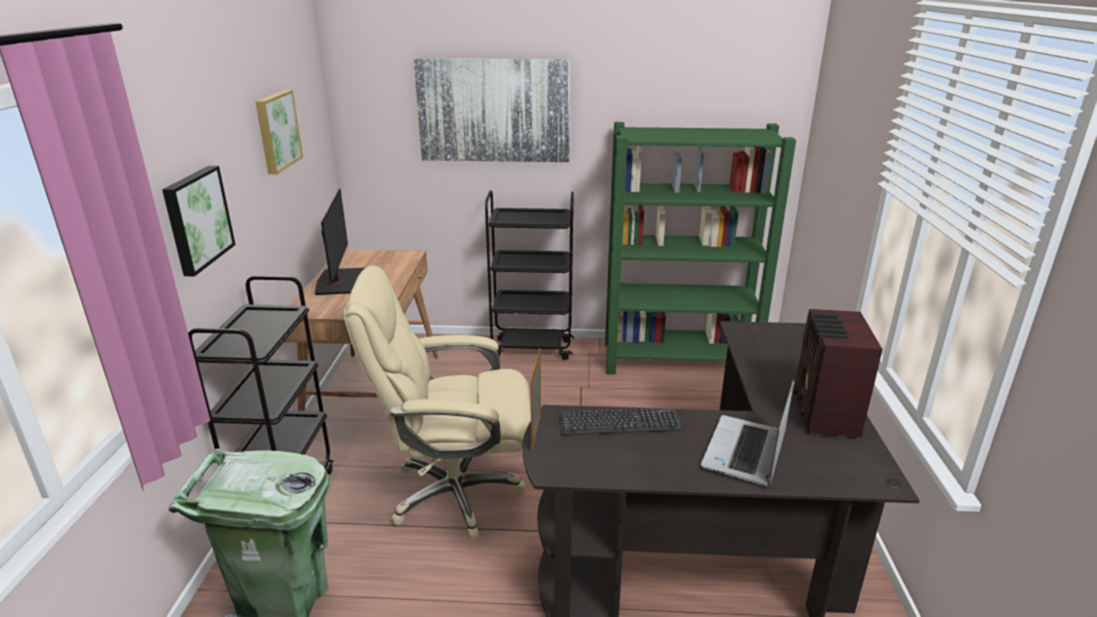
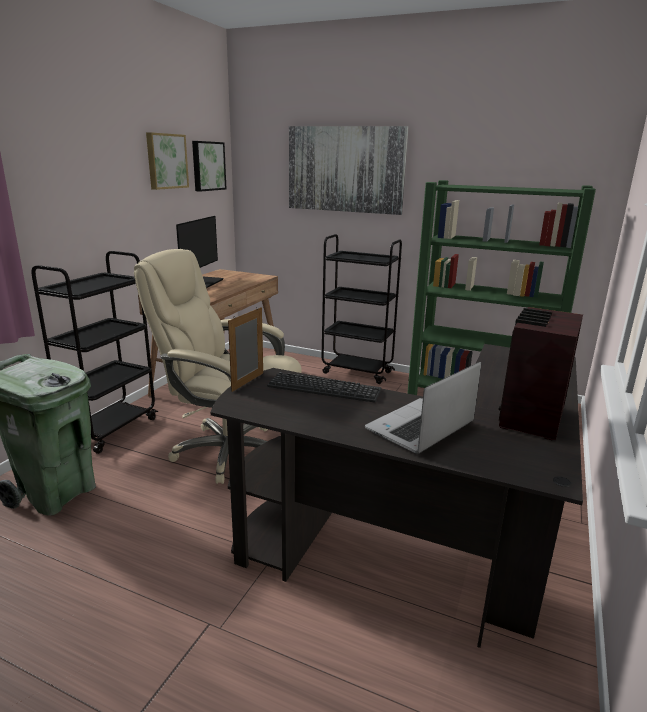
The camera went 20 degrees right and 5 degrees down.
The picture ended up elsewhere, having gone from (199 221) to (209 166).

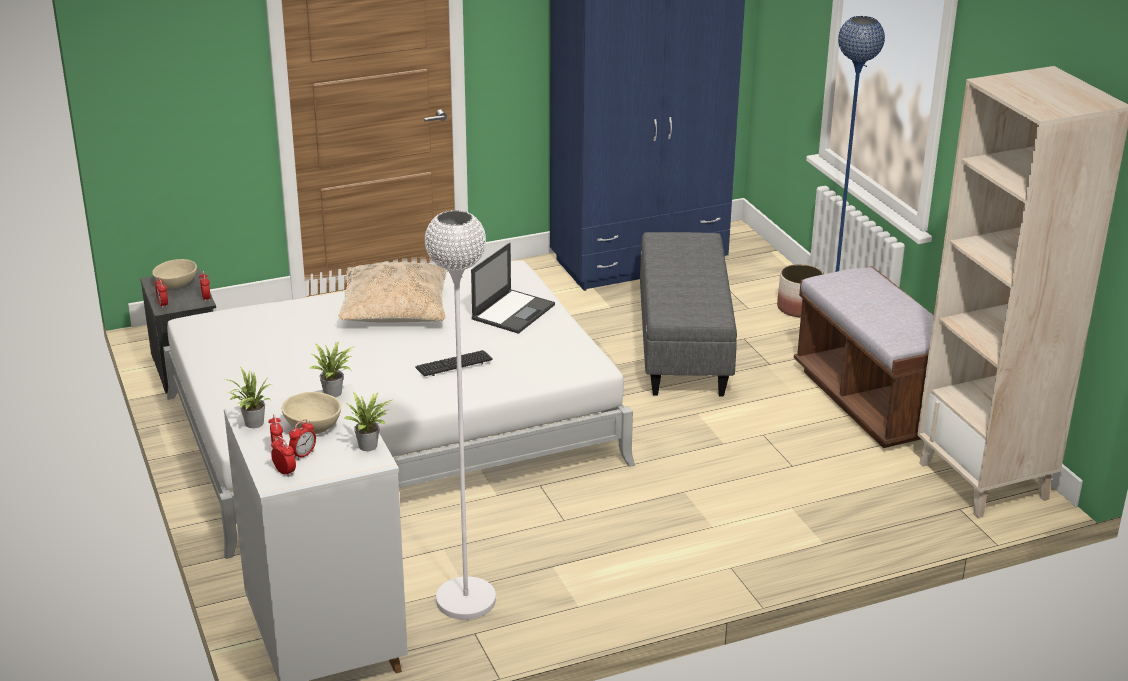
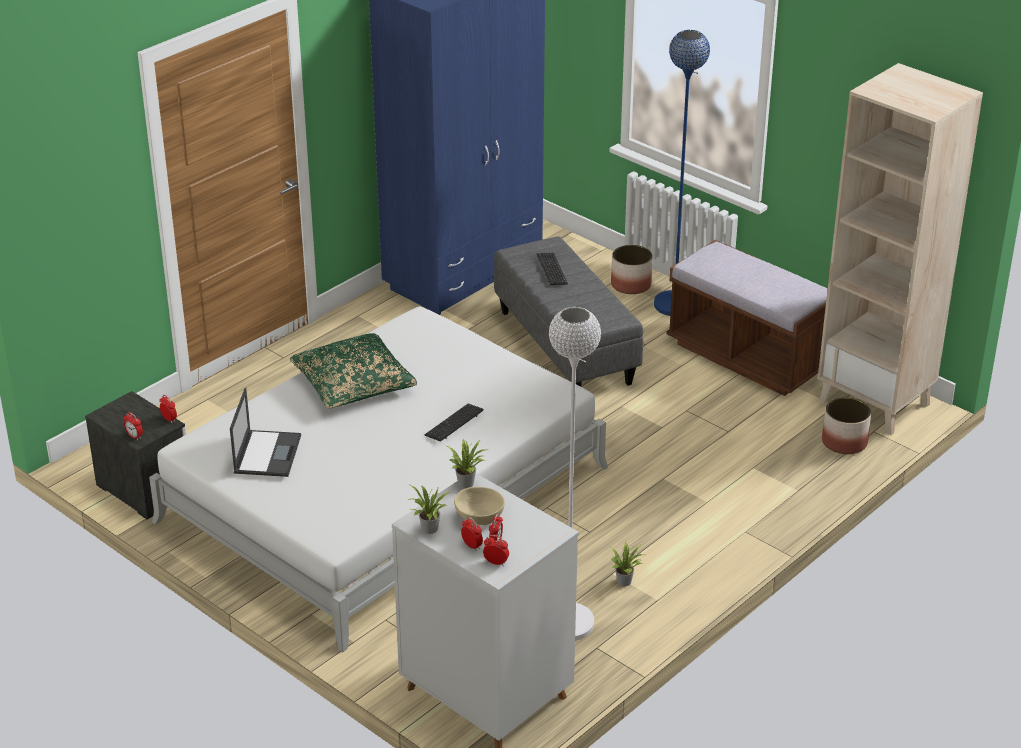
The camera went 25 degrees left and 5 degrees up.
The second view lost the beige deep dish at (174 273).
The second view gained the computer keyboard at (552 269).
The second view gained the plant pot at (846 425).
The houseplant ended up elsewhere, having gone from (368 421) to (627 564).
The portable computer ended up elsewhere, having gone from (513 288) to (265 432).
What was the beige cushion at (392 292) turned into the green-coloured cushion at (353 371).

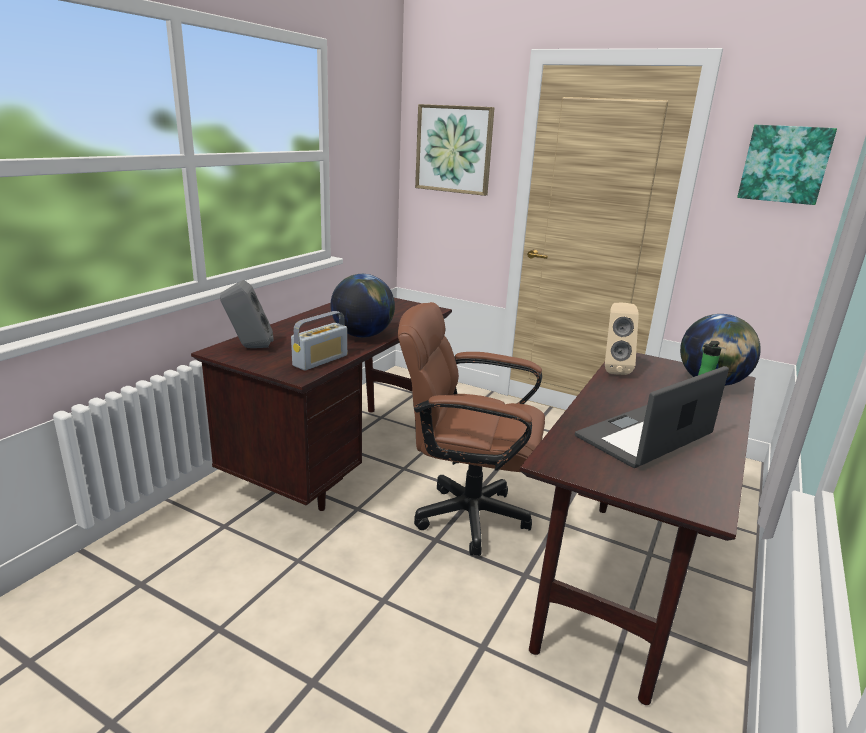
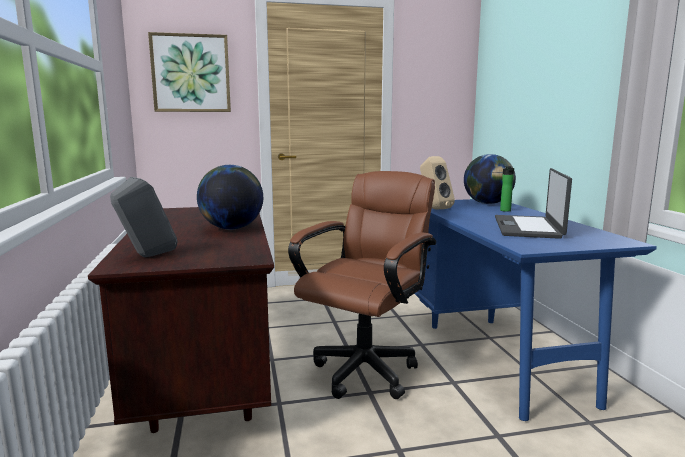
The camera went 40 degrees left and 10 degrees down.
The second view lost the radio at (319 340).
The second view lost the picture at (787 165).
What was the brown desk table at (637 529) turned into the bluish desk table at (536 310).
The brown office chair at (471 429) ended up facing another way, 150 degrees clockwise from before.

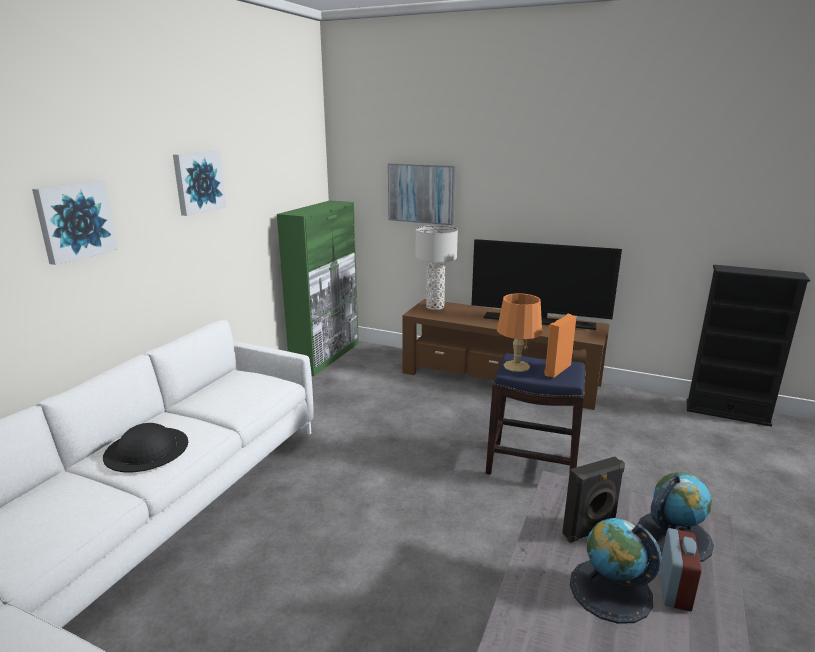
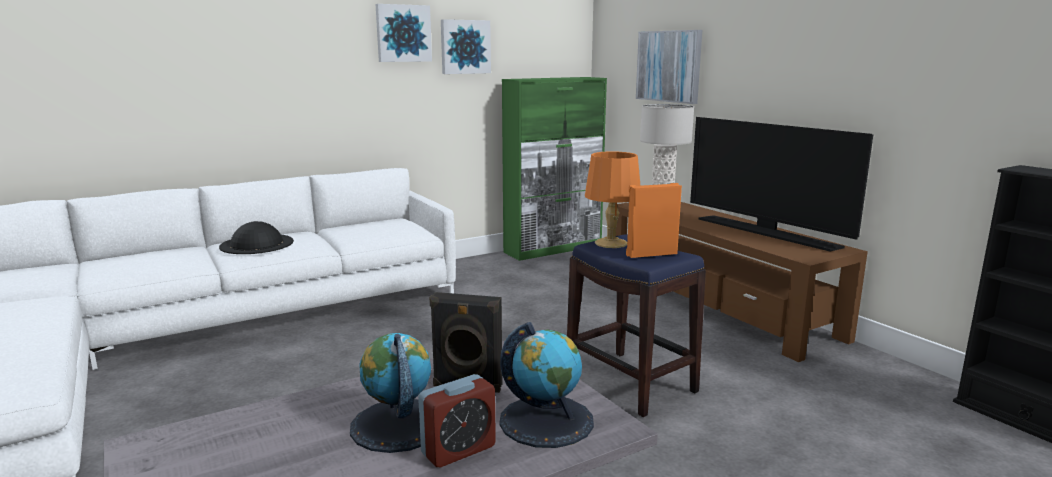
The camera went 35 degrees right and 5 degrees down.
The picture ended up elsewhere, having gone from (75 223) to (466 46).

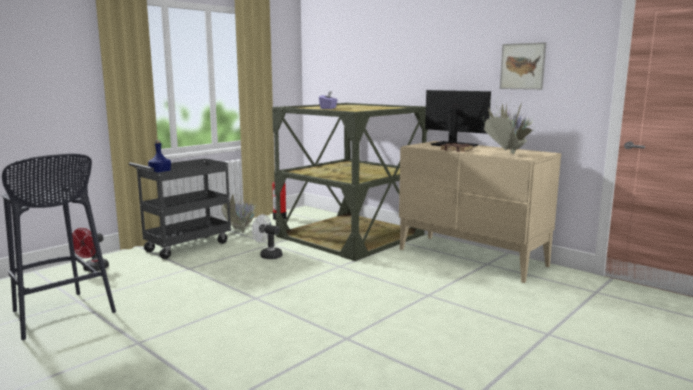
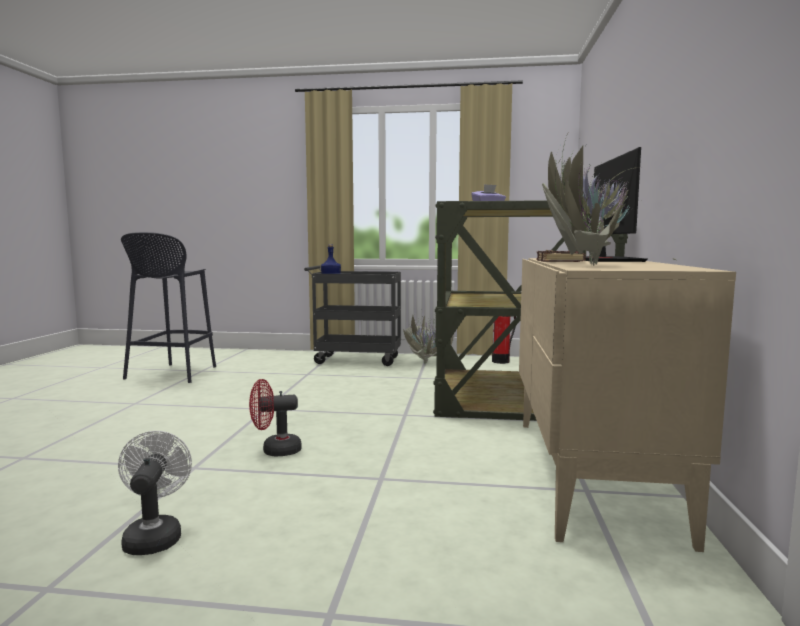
The camera went 55 degrees right and 5 degrees down.
The second view lost the picture at (523 66).
The red fan ended up elsewhere, having gone from (90 249) to (275 418).
The whitish fan ended up elsewhere, having gone from (267 236) to (155 493).

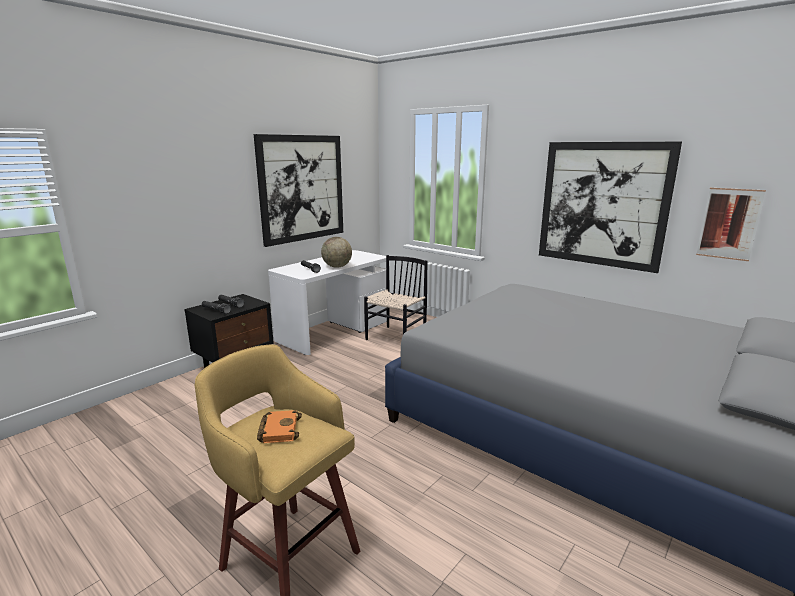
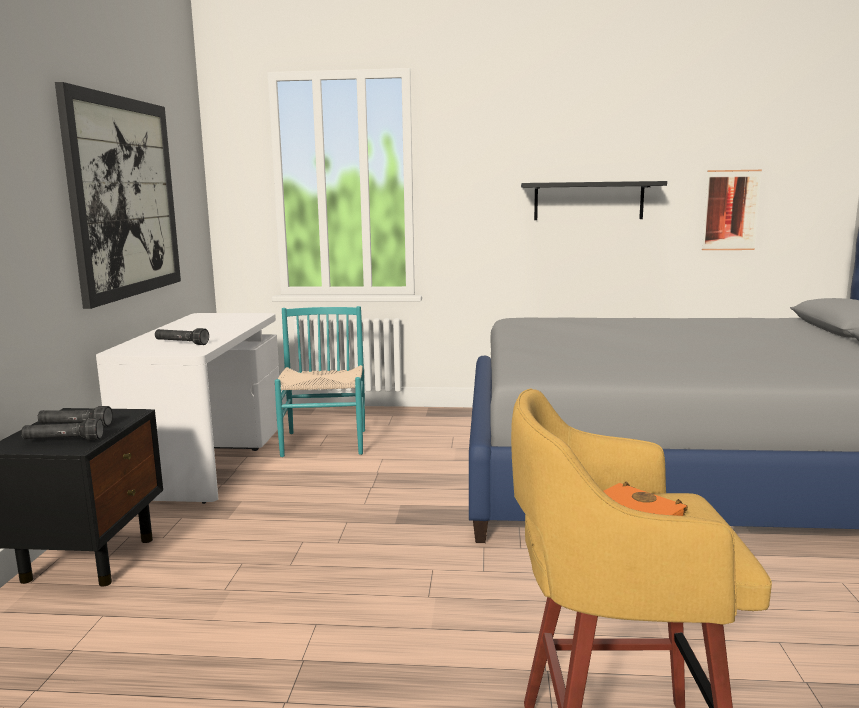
The camera went 35 degrees left and 5 degrees down.
The second view lost the globe at (336 252).
Where the picture hung at (610 207), the black-coloured wall shelf came to hang at (594 200).
What was the black-coloured plain chair at (395 297) turned into the turquoise-coloured plain chair at (320 381).

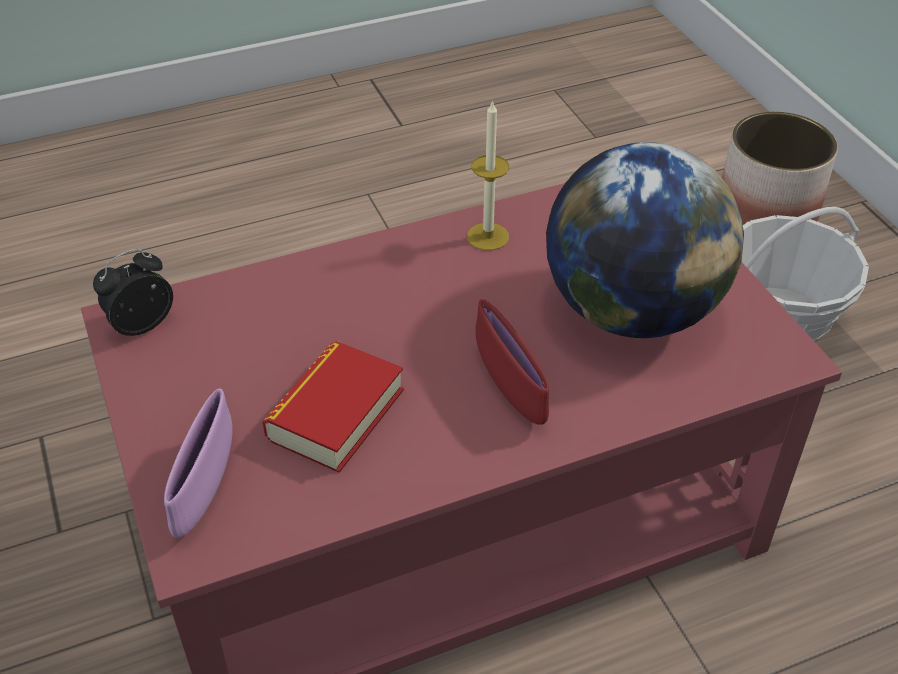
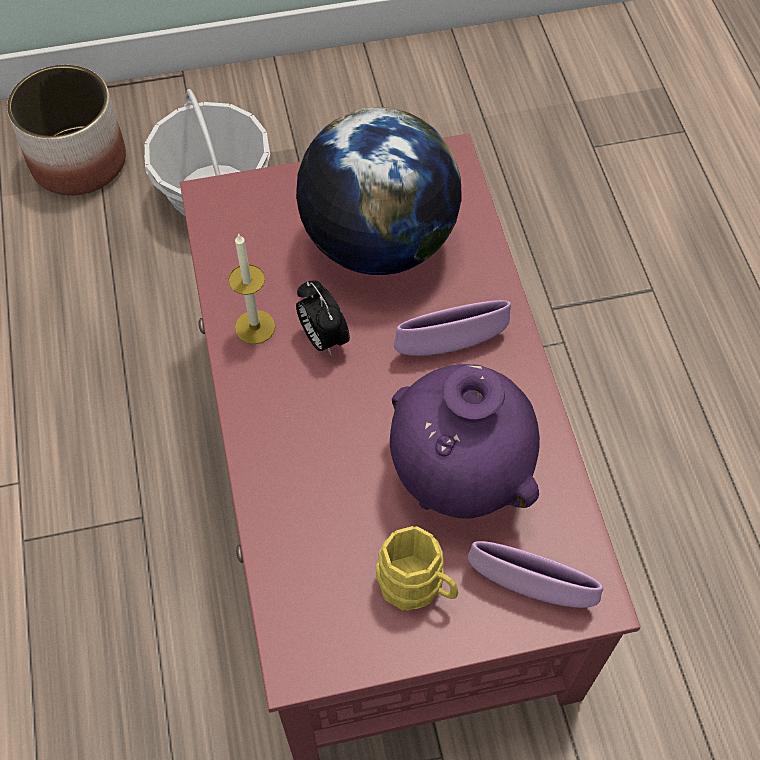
The camera went 80 degrees left and 15 degrees up.
The second view gained the yellowish tea mug at (417 568).
The alarm clock ended up elsewhere, having gone from (133 292) to (323 318).
Where the bound book stood at (333 407), the purple flower vase came to stand at (465 441).
What was the red deep dish at (512 362) turned into the purple deep dish at (452 328).

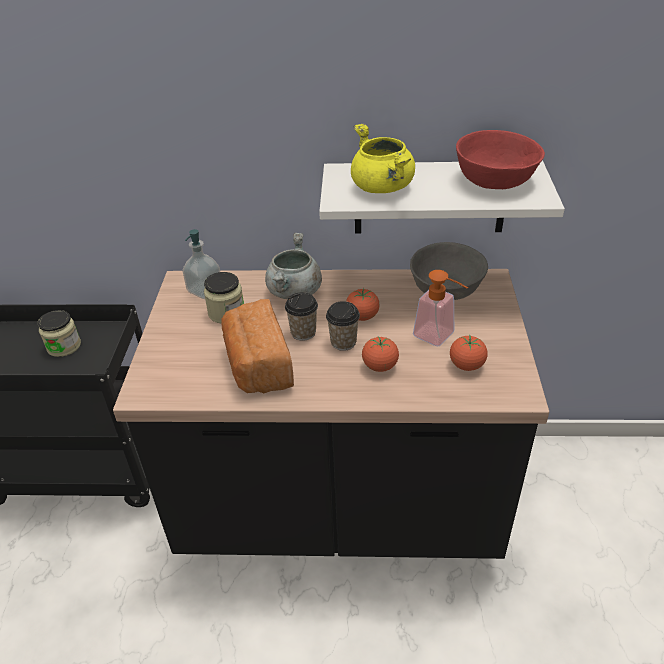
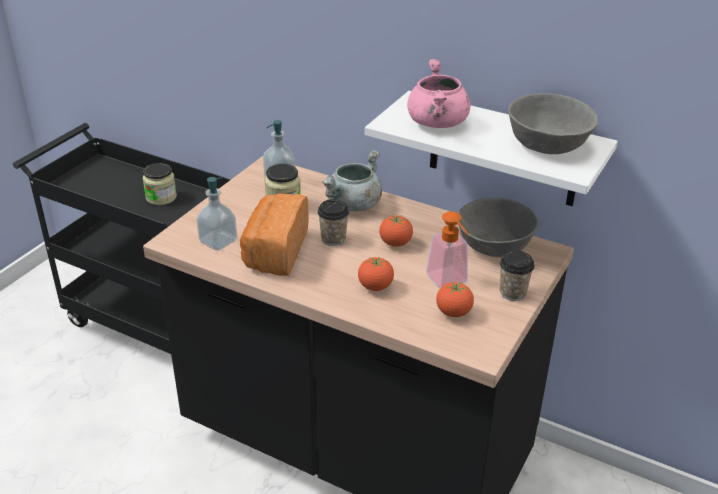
The camera went 25 degrees right and 5 degrees down.
The second view gained the soap dispenser at (216 214).
The small cup ended up elsewhere, having gone from (343 326) to (517 275).
What was the yellowish saucepot at (383 158) turned into the pink-coloured saucepot at (439 93).
What was the red deep dish at (500 159) turned into the gray deep dish at (553 123).

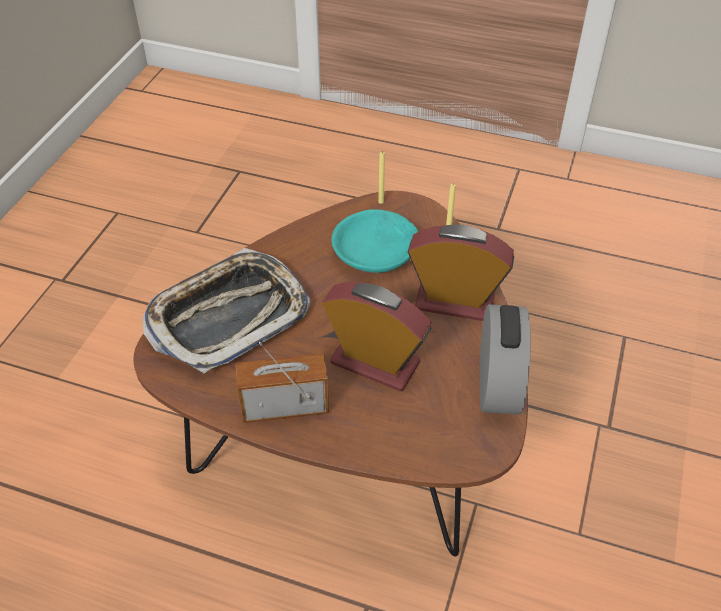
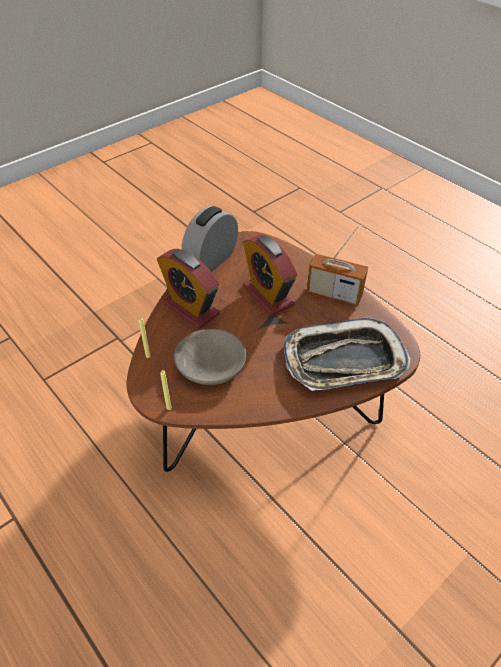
The camera went 150 degrees left and 0 degrees up.
What was the turquoise-coloured deep dish at (374 241) turned into the gray deep dish at (210 357).

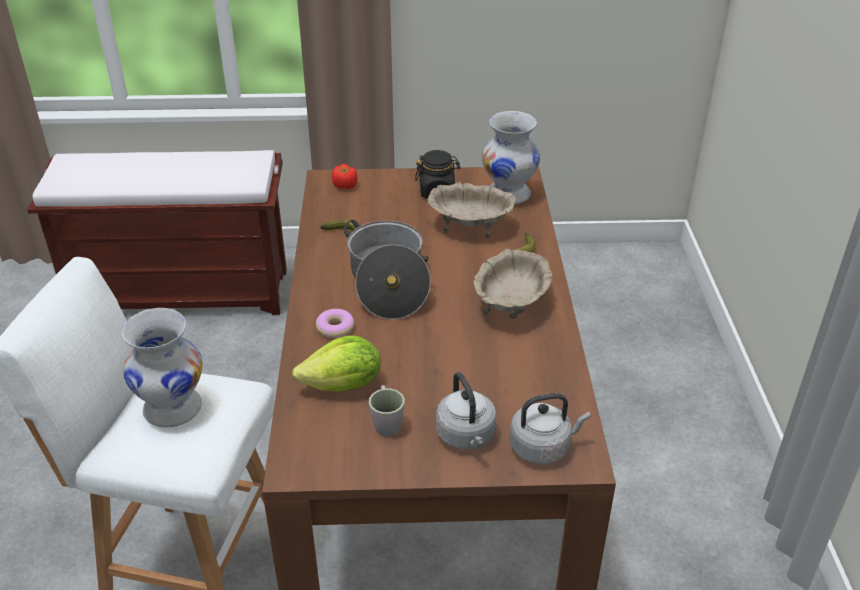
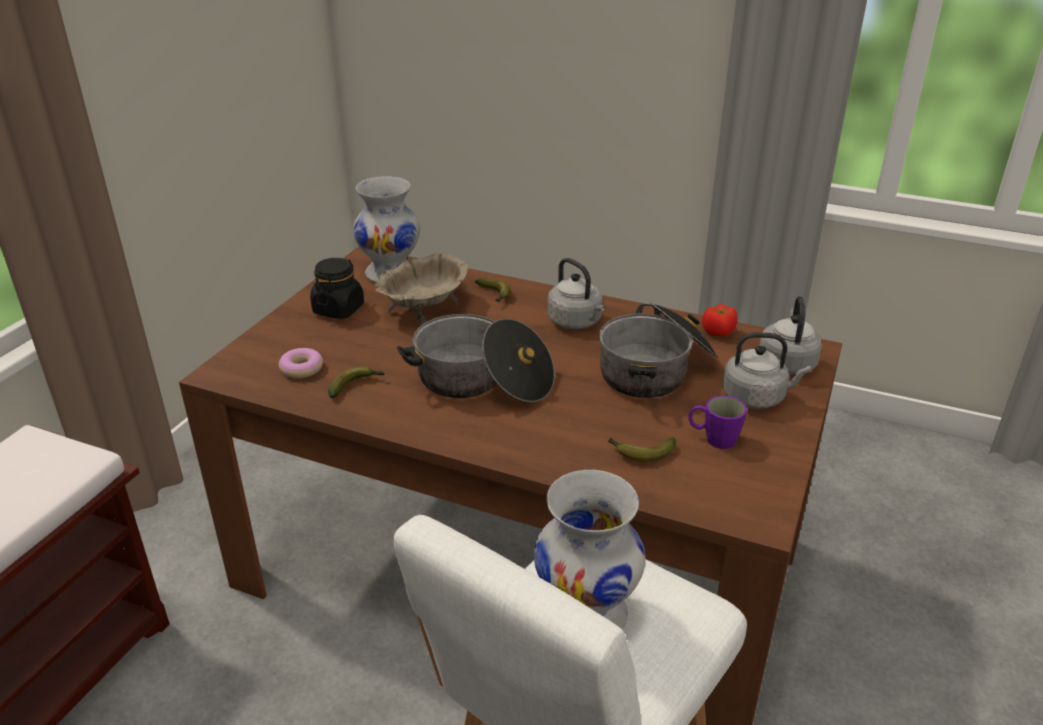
The camera went 65 degrees left and 5 degrees down.
The second view gained the saucepot at (658 350).
The donut ended up elsewhere, having gone from (334 323) to (301 363).
The whole tomato ended up elsewhere, having gone from (344 176) to (719 320).
Where the lettuce stood at (336 363), the banana fruit came to stand at (642 449).
Where the beige deep dish stood at (512 284), the gray water kettle came to stand at (576 293).
What was the gray tea mug at (387 410) turned into the purple tea mug at (717 422).

